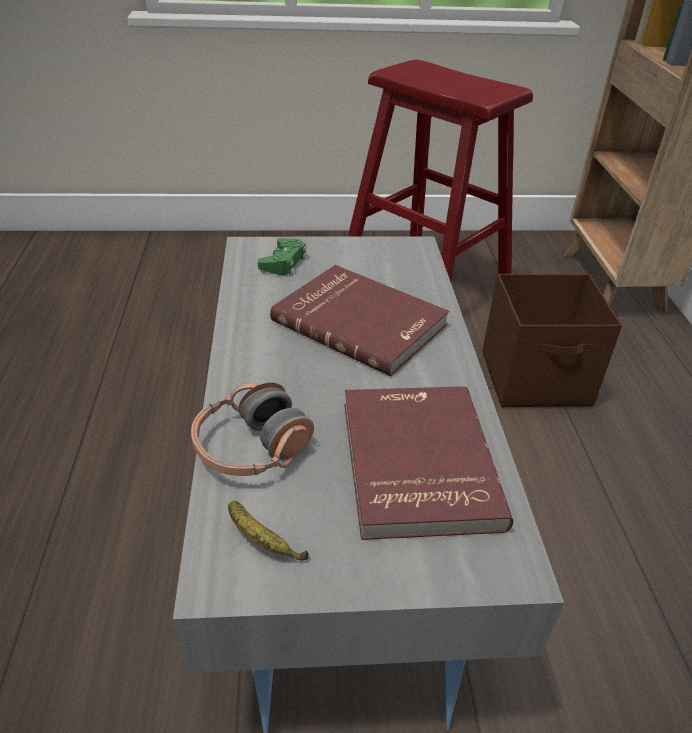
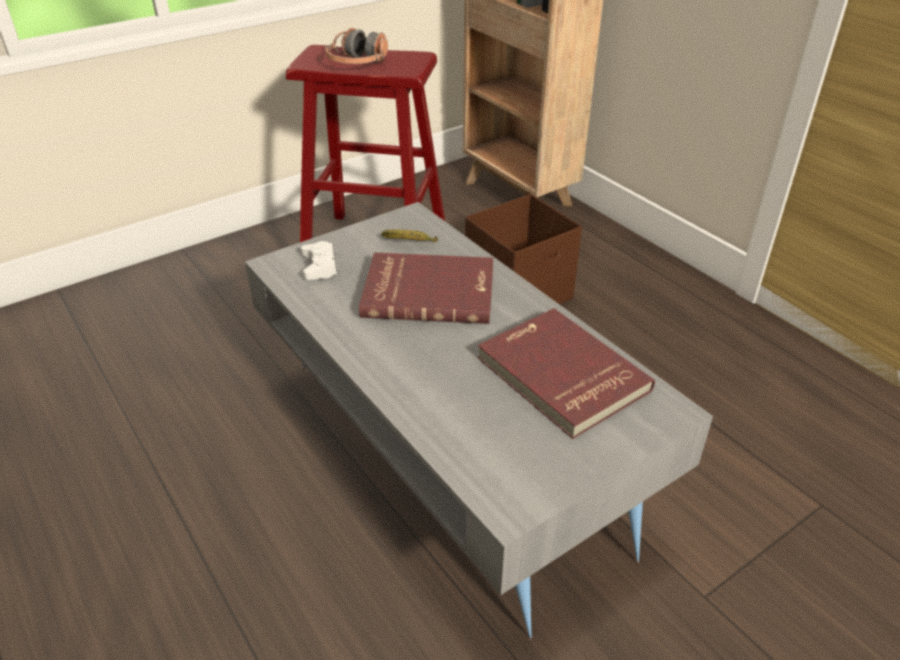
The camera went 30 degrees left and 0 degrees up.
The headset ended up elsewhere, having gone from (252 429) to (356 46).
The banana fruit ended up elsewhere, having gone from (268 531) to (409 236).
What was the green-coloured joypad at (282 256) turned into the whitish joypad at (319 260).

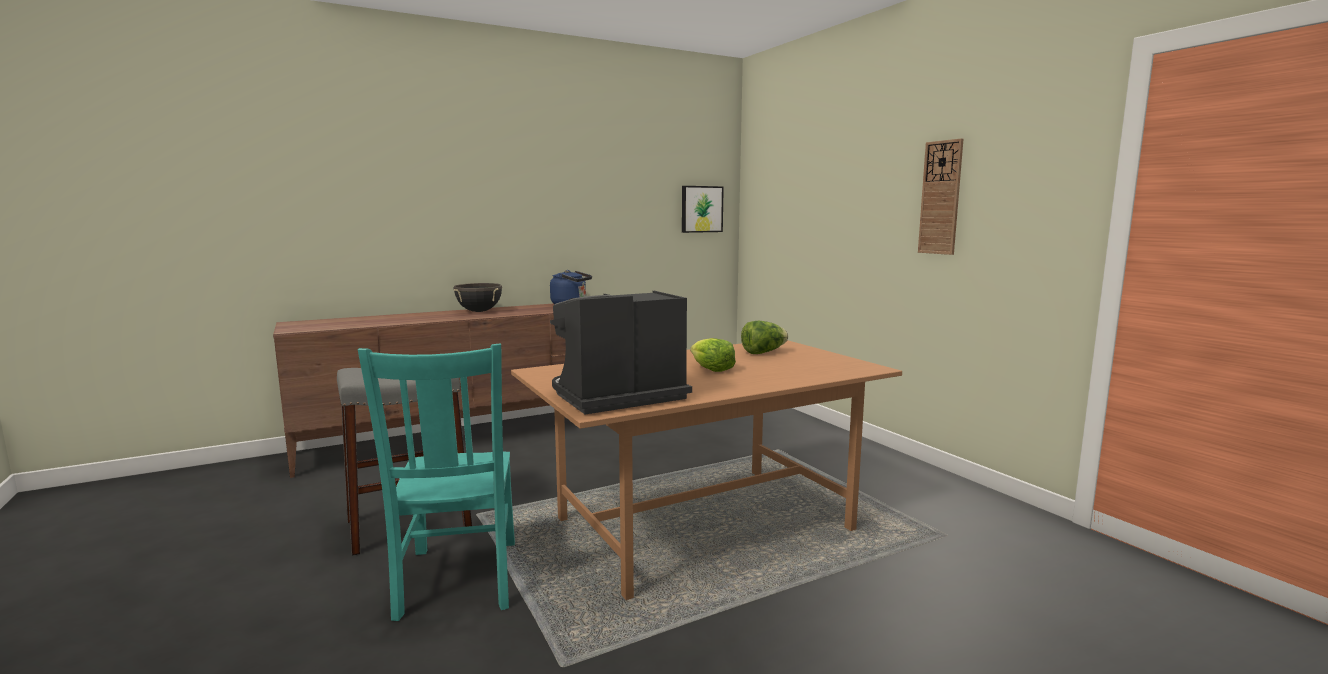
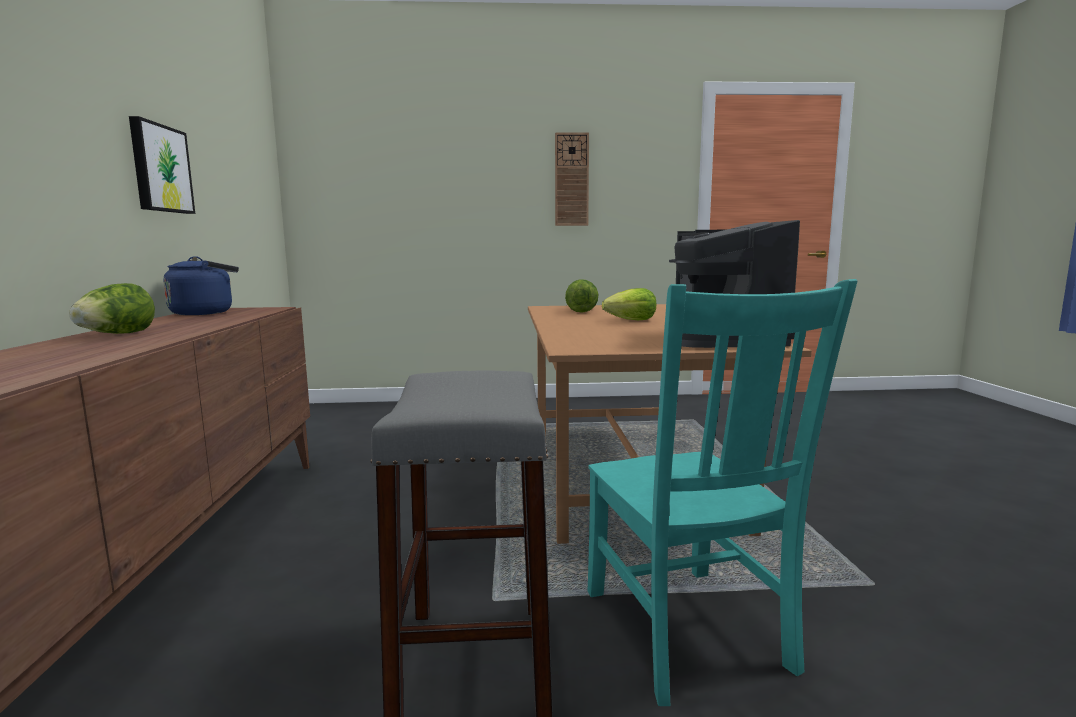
The camera went 65 degrees left and 0 degrees up.
The picture ended up elsewhere, having gone from (703 209) to (162 165).
Where the black-coloured saucepot stood at (478 297), the lettuce came to stand at (112 308).
The turquoise-coloured plain chair at (436 482) ended up facing another way, 60 degrees clockwise from before.

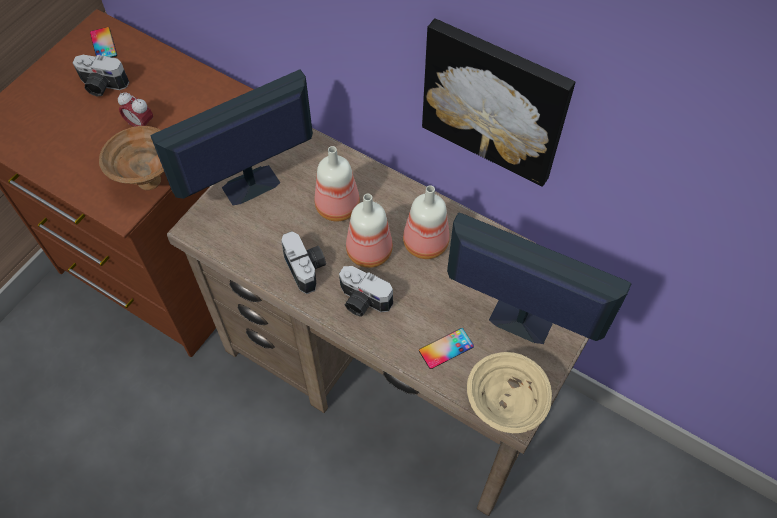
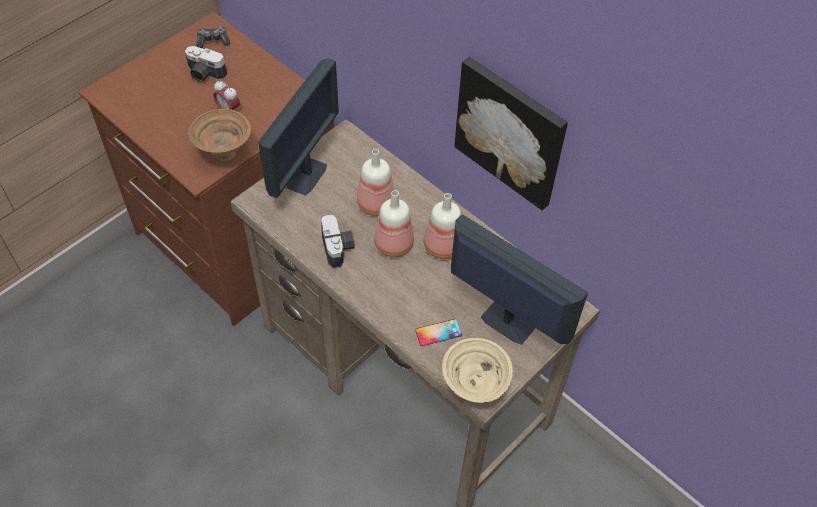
The camera went 10 degrees right and 5 degrees down.
The second view lost the still camera at (366 291).
Where the handset stood at (103 42), the joypad came to stand at (213 37).
The monitor at (232 137) ended up facing another way, 135 degrees clockwise from before.

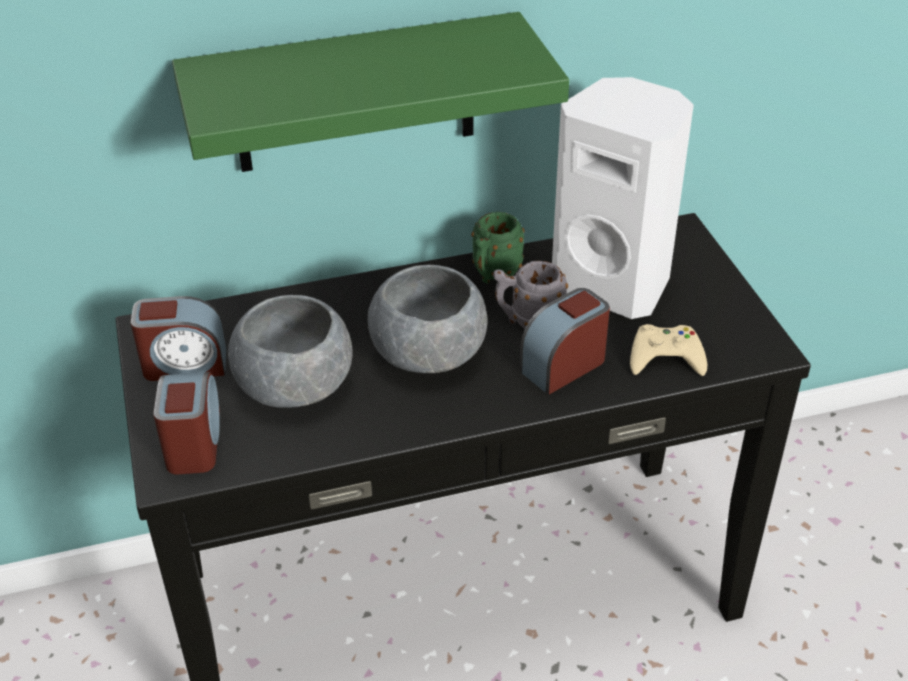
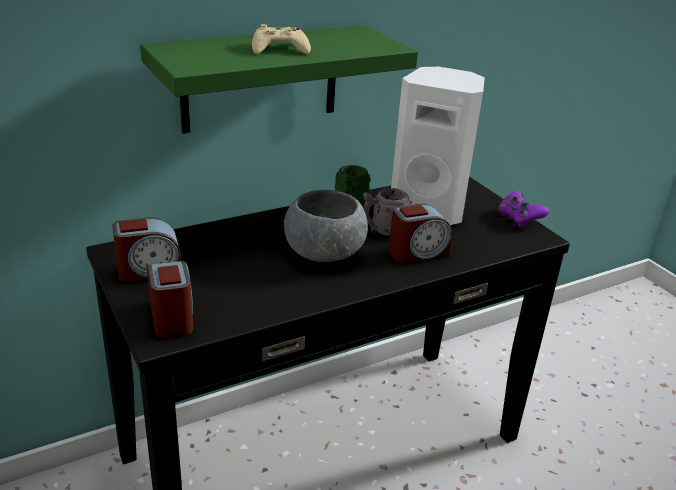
The camera went 15 degrees left and 10 degrees down.
The second view lost the gray deep dish at (290 351).
The second view gained the purple joypad at (524 208).
The beige joypad ended up elsewhere, having gone from (668 350) to (281 39).
The alarm clock at (564 341) ended up facing another way, 150 degrees counterclockwise from before.

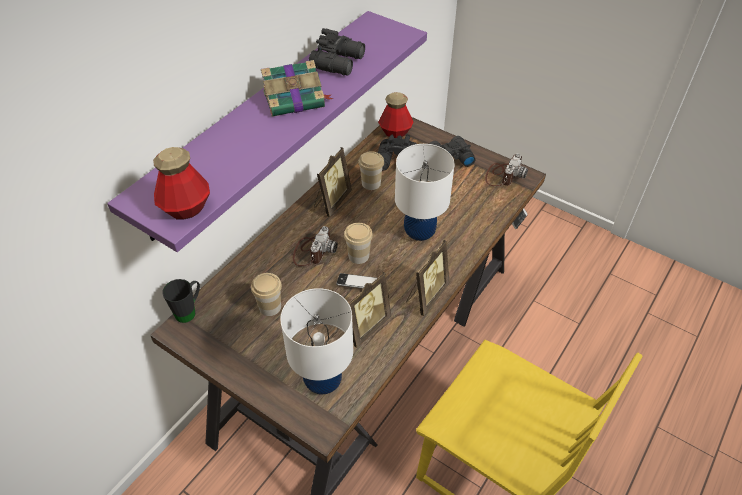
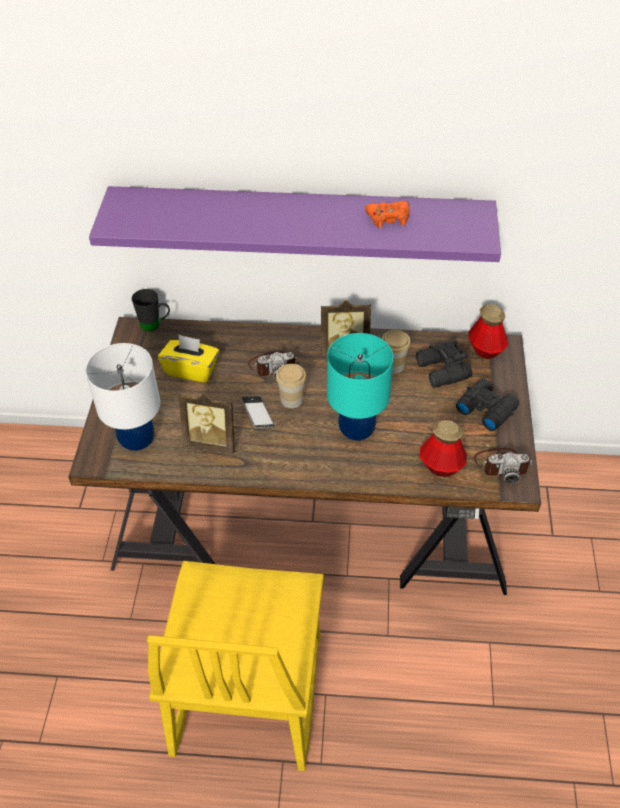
The camera went 60 degrees right and 0 degrees up.
The second view lost the bound book at (297 88).
The second view lost the standing frame at (427 278).
The drink bottle ended up elsewhere, having gone from (181 183) to (443 448).
Where the small cup stood at (266 294), the yellowish tissue box came to stand at (188 359).
Where the black-coloured pair of binoculars stood at (337 52), the orange joypad came to stand at (387 214).
What was the whitish table lamp at (425 192) turned into the turquoise-coloured table lamp at (360 387).

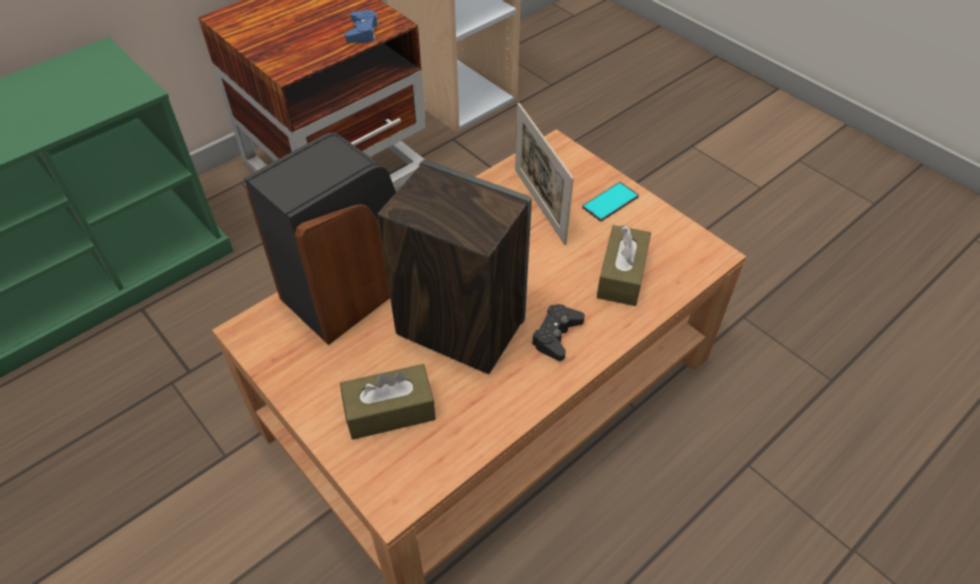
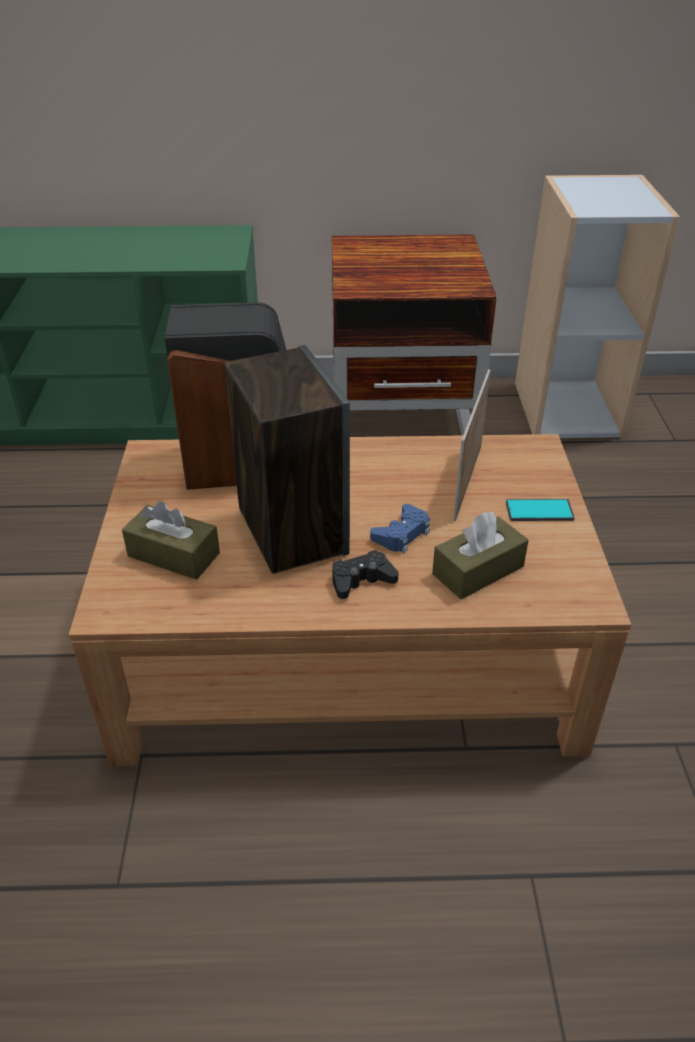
The camera went 40 degrees right and 10 degrees down.
The bluish joypad ended up elsewhere, having gone from (362 26) to (400 528).

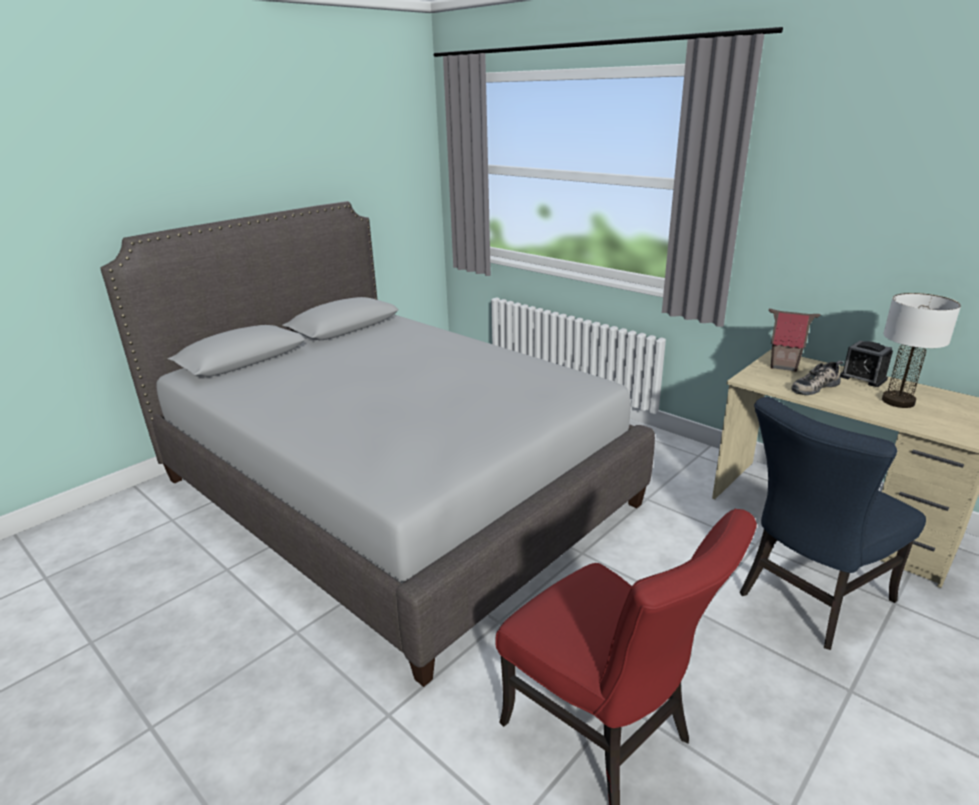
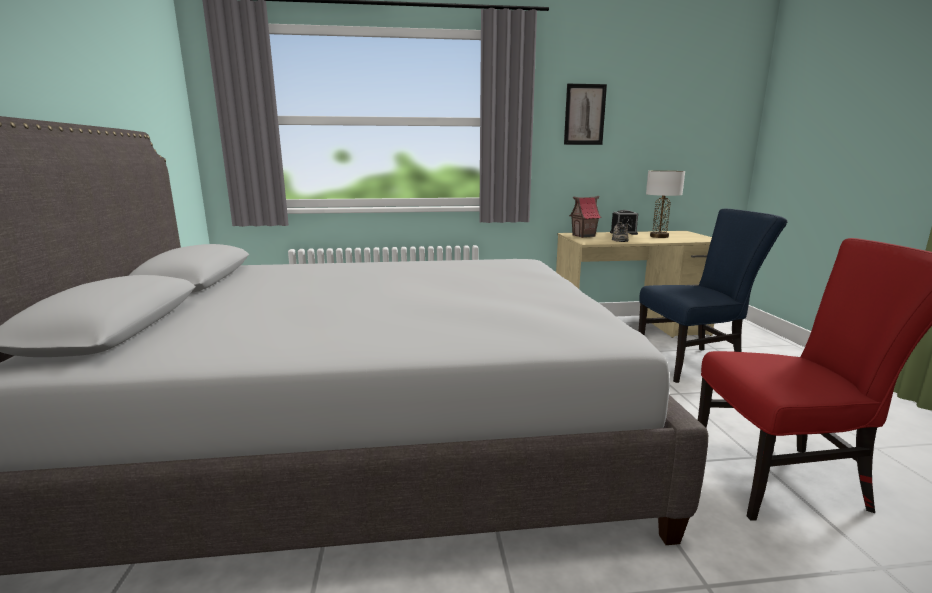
The camera went 50 degrees left and 10 degrees down.
The second view gained the picture at (585 114).
The bluish plain chair at (833 523) ended up facing another way, 105 degrees counterclockwise from before.

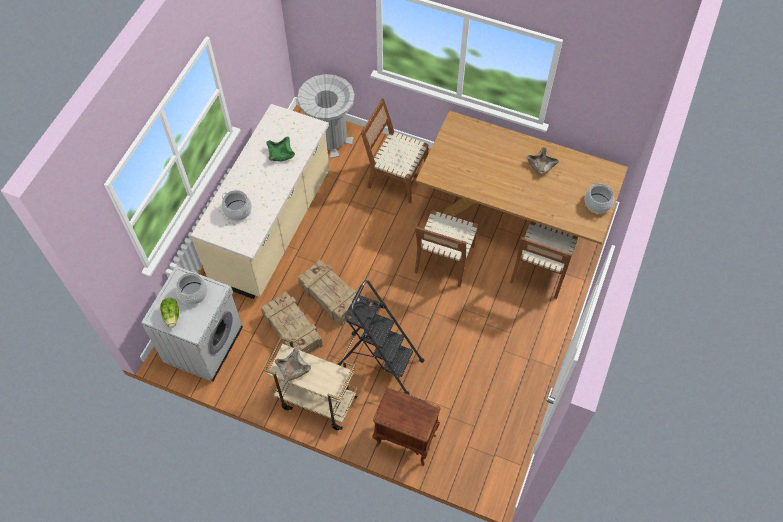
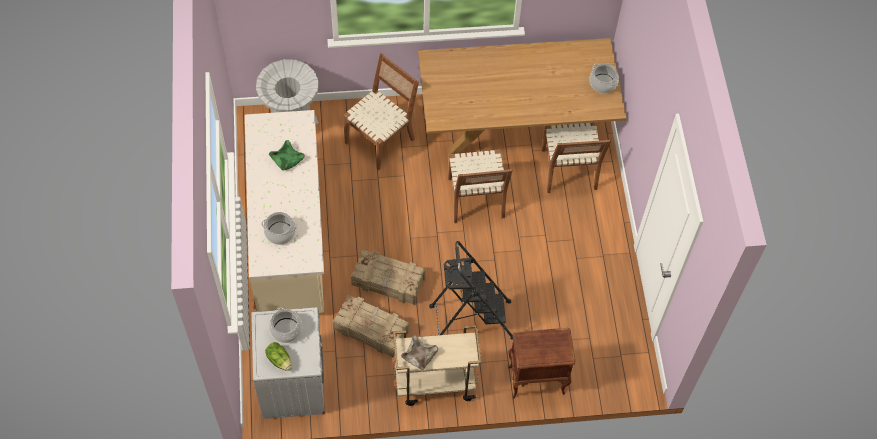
The camera went 30 degrees left and 0 degrees up.
The second view lost the beige deep dish at (543 160).
The plain chair at (394 151) ended up facing another way, 135 degrees clockwise from before.

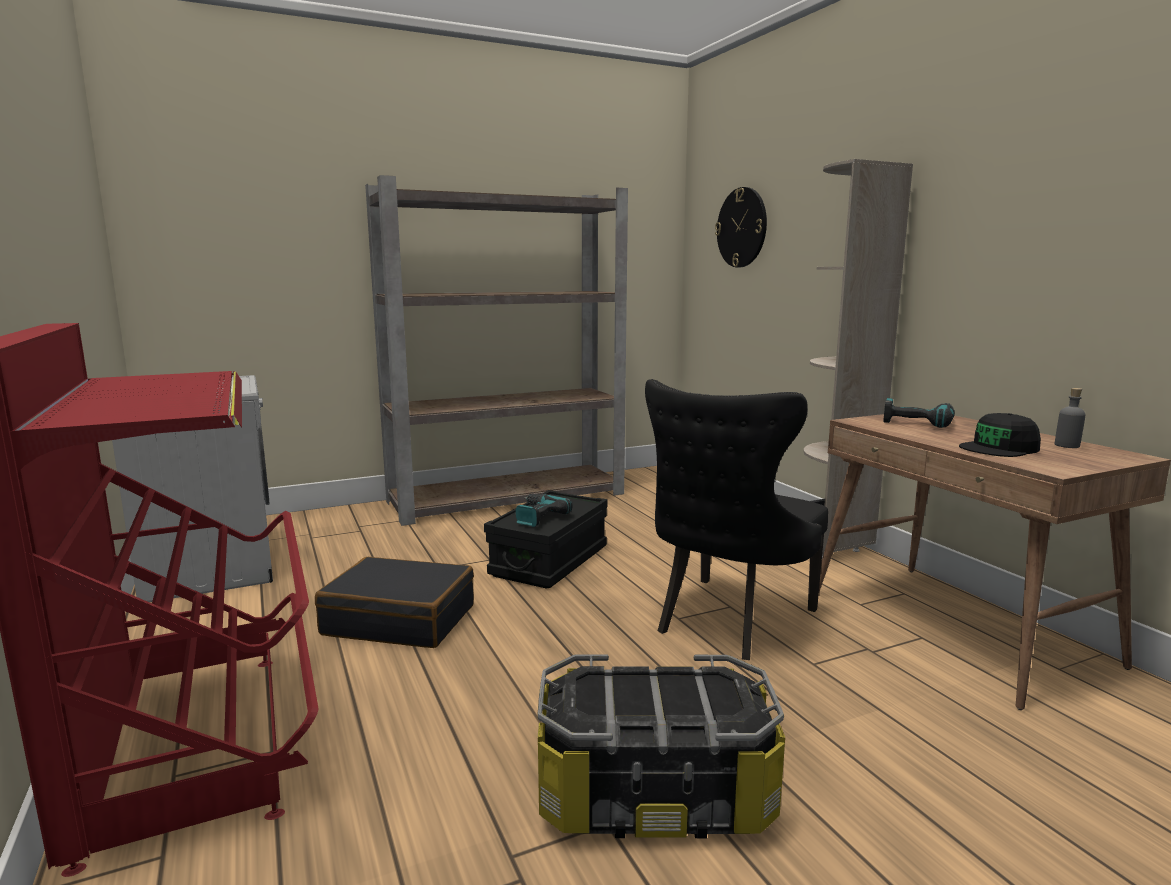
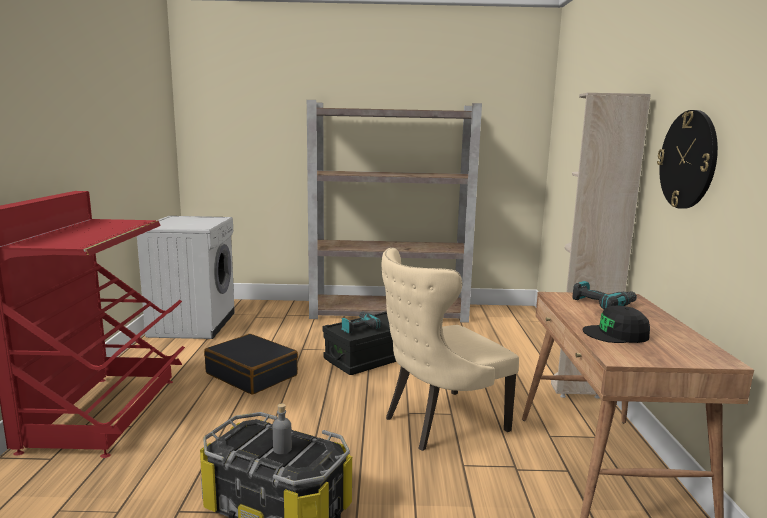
The camera went 25 degrees right and 0 degrees up.
The hanging clock ended up elsewhere, having gone from (741 227) to (687 159).
The gray drink bottle ended up elsewhere, having gone from (1070 418) to (282 428).
What was the black-coloured plain chair at (736 519) turned into the beige plain chair at (450 349).

